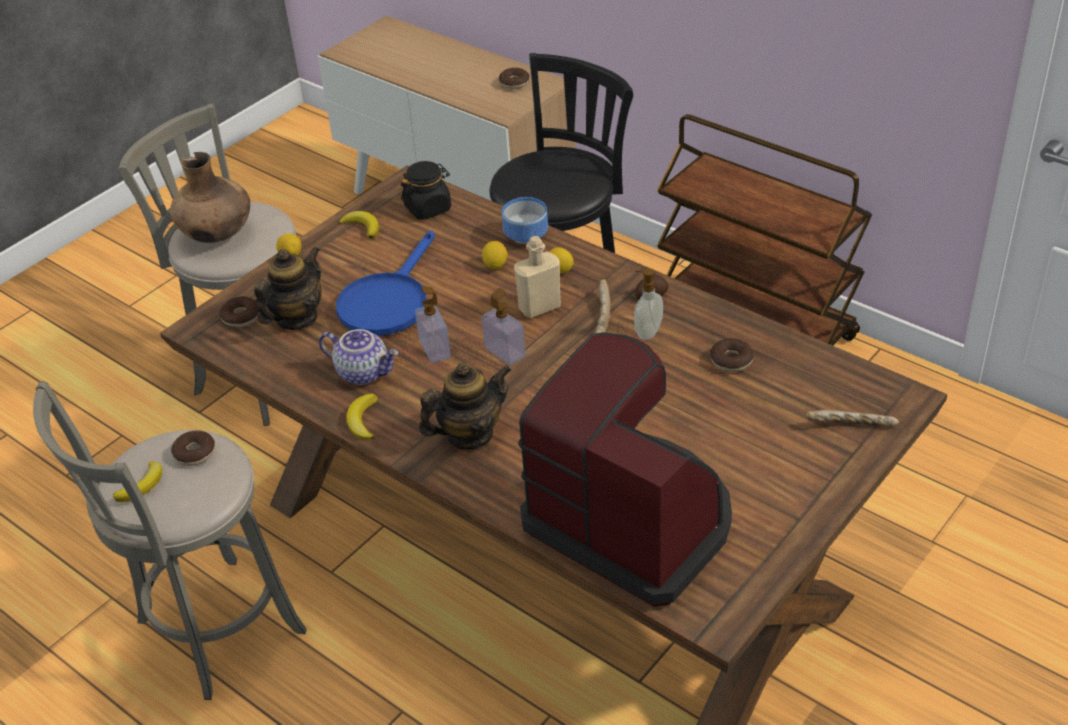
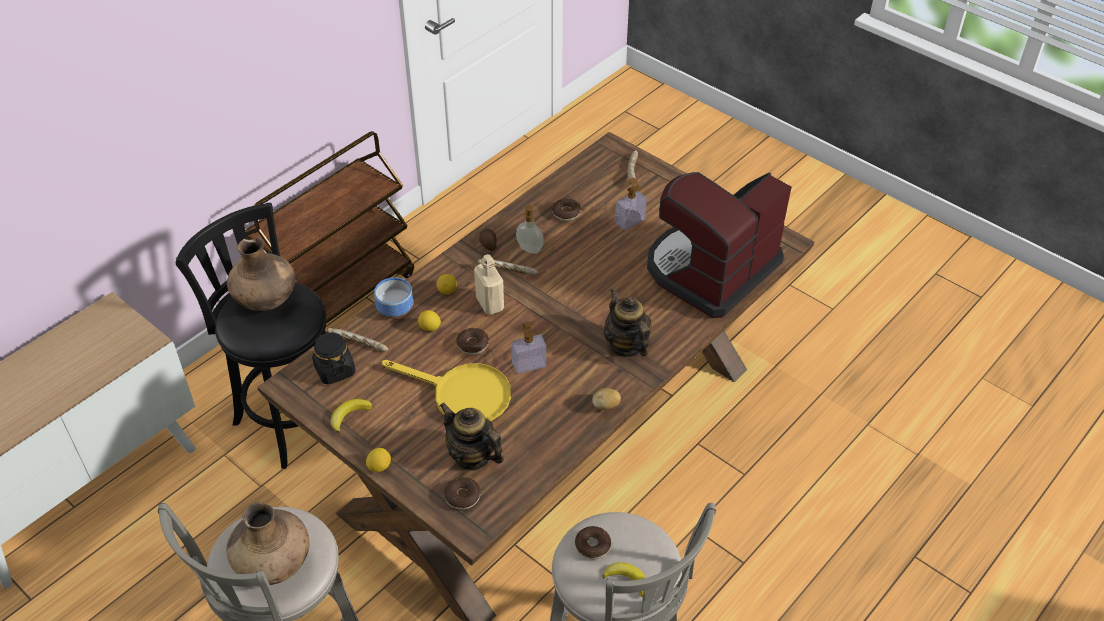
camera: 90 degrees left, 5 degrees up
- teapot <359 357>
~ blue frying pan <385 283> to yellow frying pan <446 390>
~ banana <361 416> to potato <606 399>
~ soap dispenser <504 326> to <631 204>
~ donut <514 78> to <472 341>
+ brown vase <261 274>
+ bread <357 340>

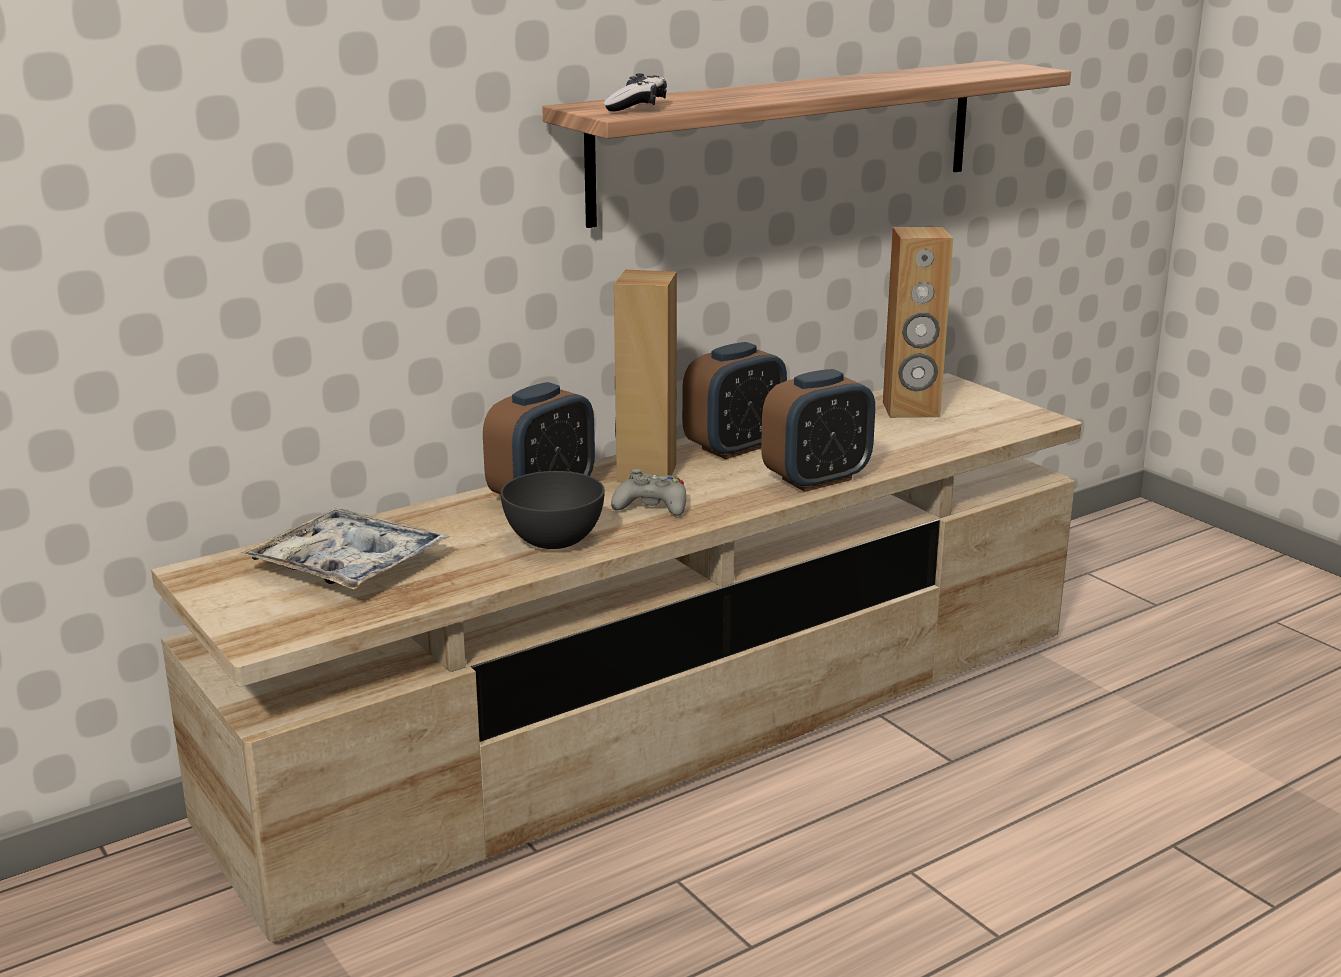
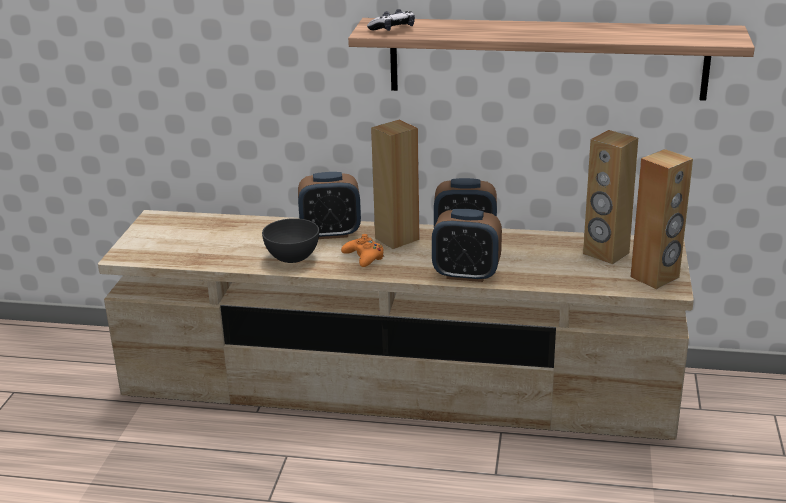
camera: 45 degrees right, 5 degrees up
- tray <344 549>
~ grey game controller <648 492> to orange game controller <362 250>
+ brown speaker <661 219>

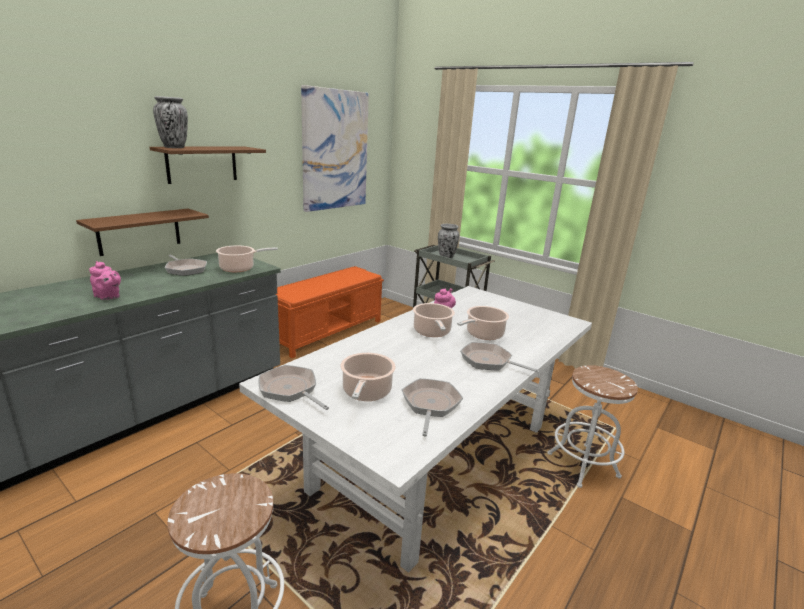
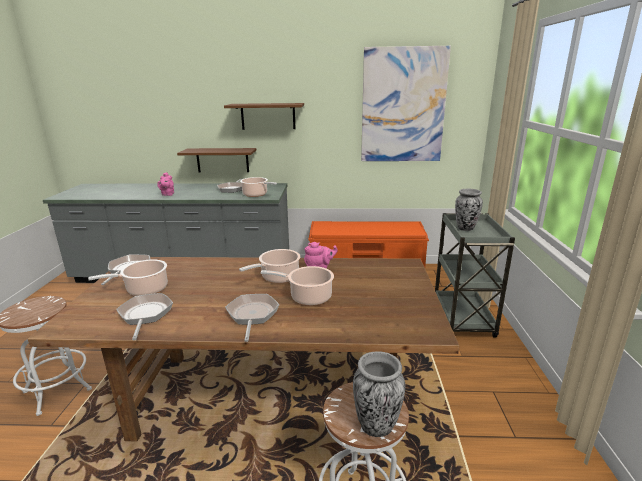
camera: 55 degrees right, 0 degrees up
~ vase <170 122> to <379 394>
~ white dining table <415 429> to brown dining table <243 349>
~ frying pan <432 407> = <144 316> 75 degrees counterclockwise

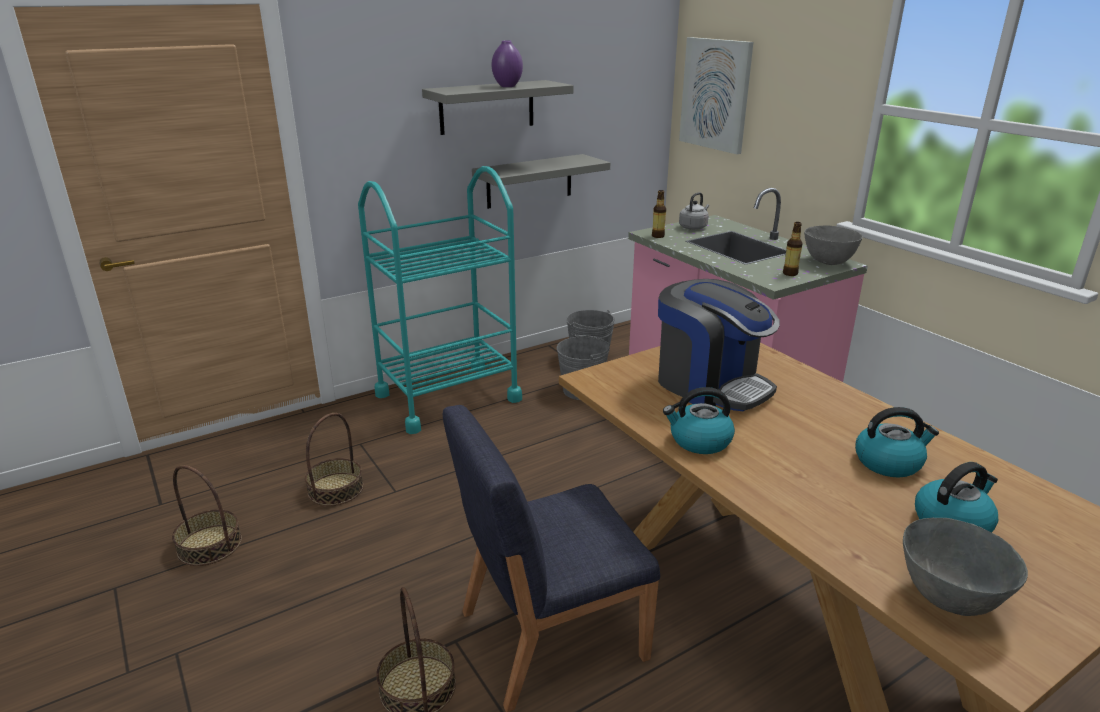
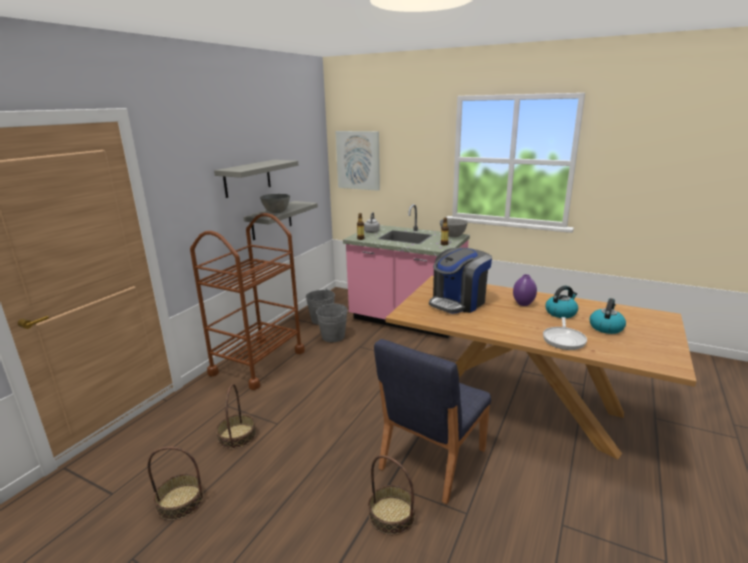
camera: 30 degrees left, 5 degrees down
~ turquoise cart <440 300> to brown cart <247 301>
~ purple vase <507 63> to <525 290>
~ coffee machine <719 345> = <460 281> 120 degrees clockwise
- kettle <699 420>
~ grey bowl <965 567> to <275 203>
+ frying pan <565 333>

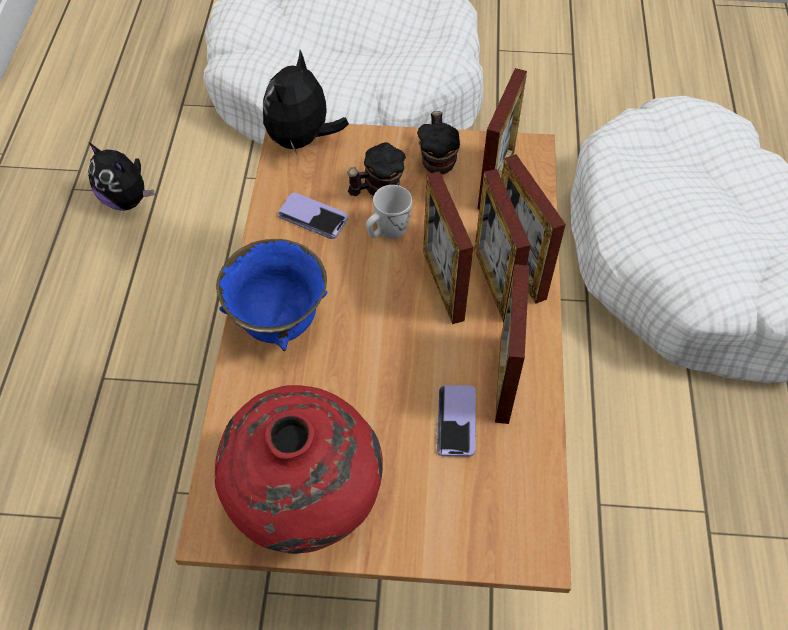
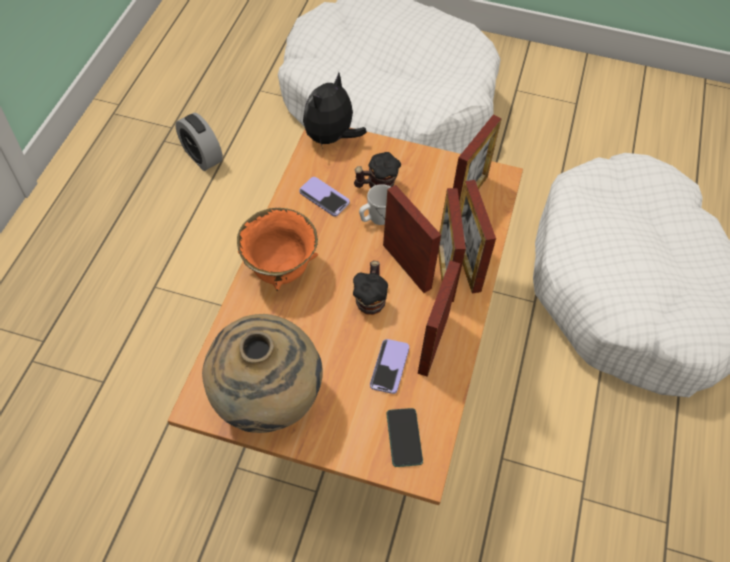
camera: 10 degrees right, 0 degrees up
~ plush toy <121 176> to alarm clock <199 142>
~ red vase <299 469> to beige vase <262 373>
~ blue bowl <271 295> to orange bowl <277 249>
~ mug <438 143> to <370 288>
~ picture frame <448 247> = <412 239> 150 degrees clockwise
+ phone <405 437>

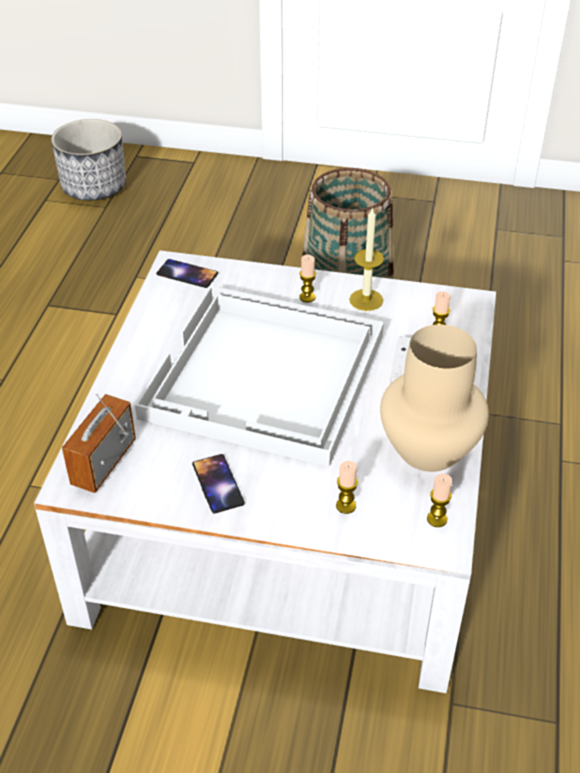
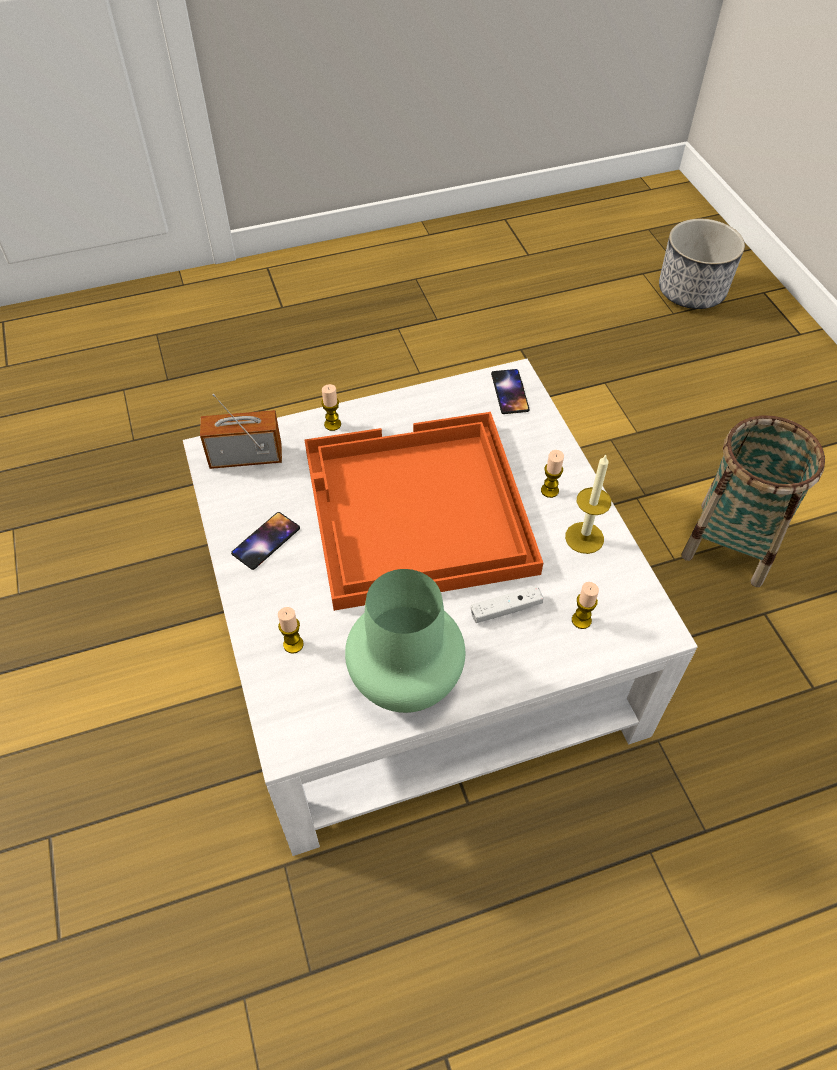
camera: 60 degrees right, 10 degrees up
~ white tray <259 376> to orange tray <424 511>
~ beige vase <434 398> to green vase <405 641>
~ candle <439 500> to <331 407>

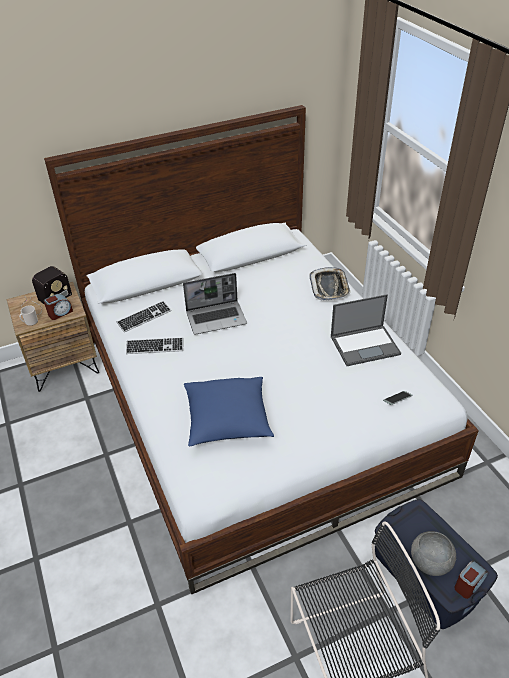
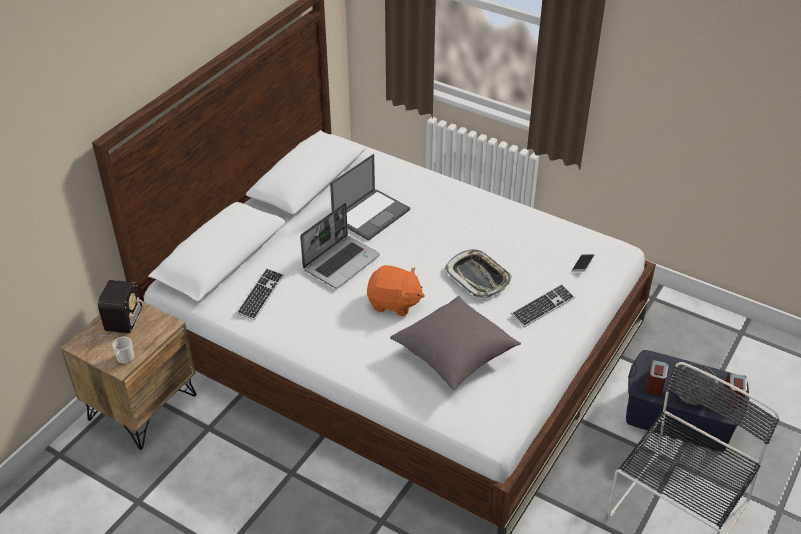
camera: 35 degrees left, 0 degrees up
~ alarm clock <58 307> to <657 377>
~ keyboard <154 345> to <543 305>
~ blue pillow <229 411> to grey pillow <455 343>
~ tray <330 283> to <478 273>
~ laptop <366 330> to <370 197>
+ orange plush toy <396 290>

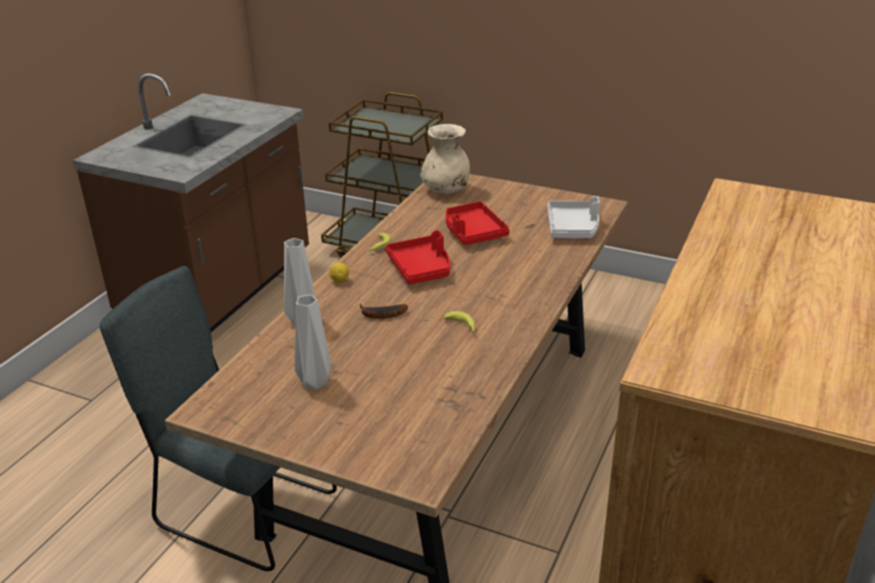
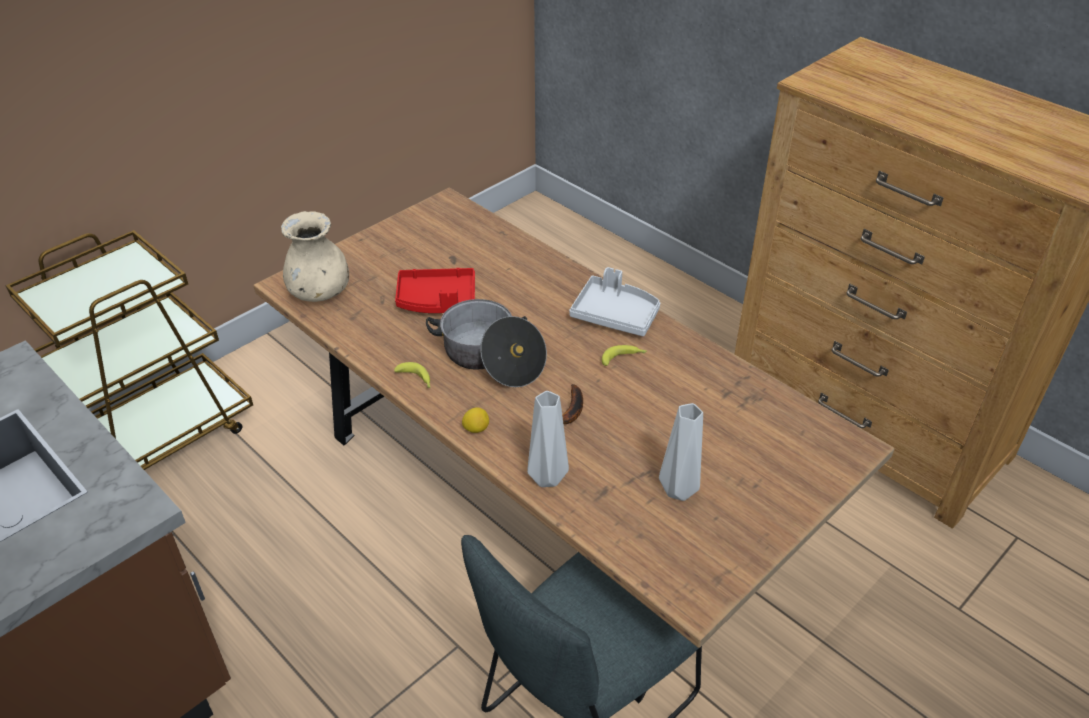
camera: 70 degrees left, 10 degrees up
~ red tray <417 257> to cooking pot <486 343>
~ grey tray <573 217> to <614 301>

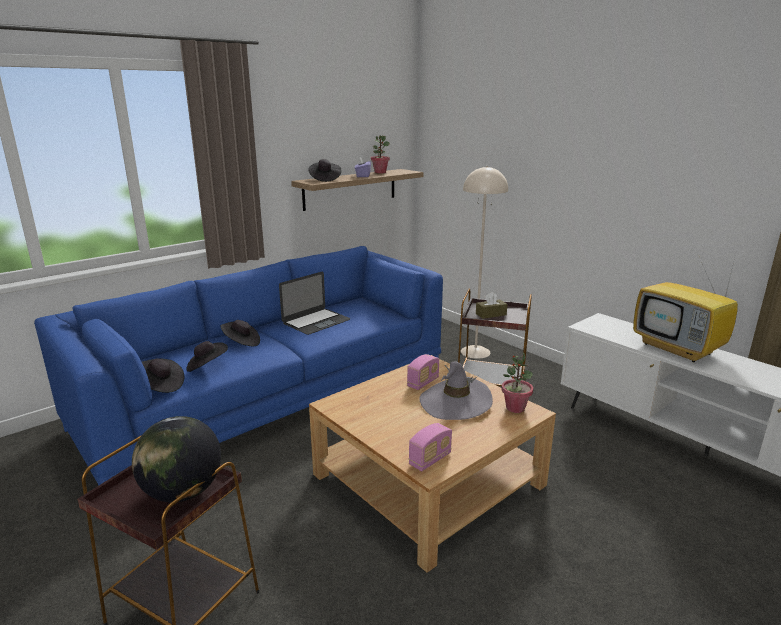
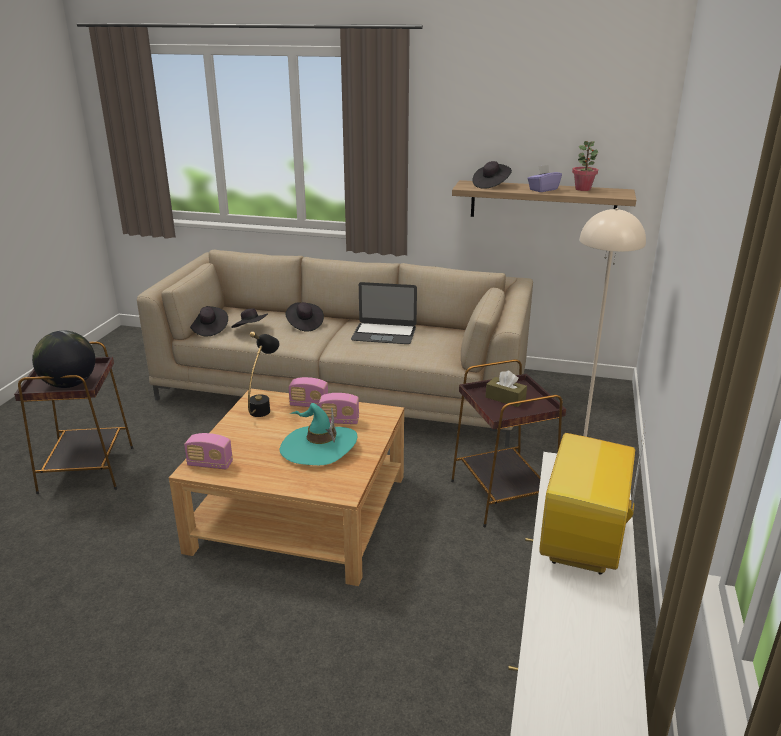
camera: 55 degrees right, 5 degrees up
~ blue sofa <238 365> to beige sofa <335 348>
~ grey hat <456 390> to turquoise hat <318 434>
- potted plant <517 383>
+ black table lamp <264 374>
+ radio <308 392>

